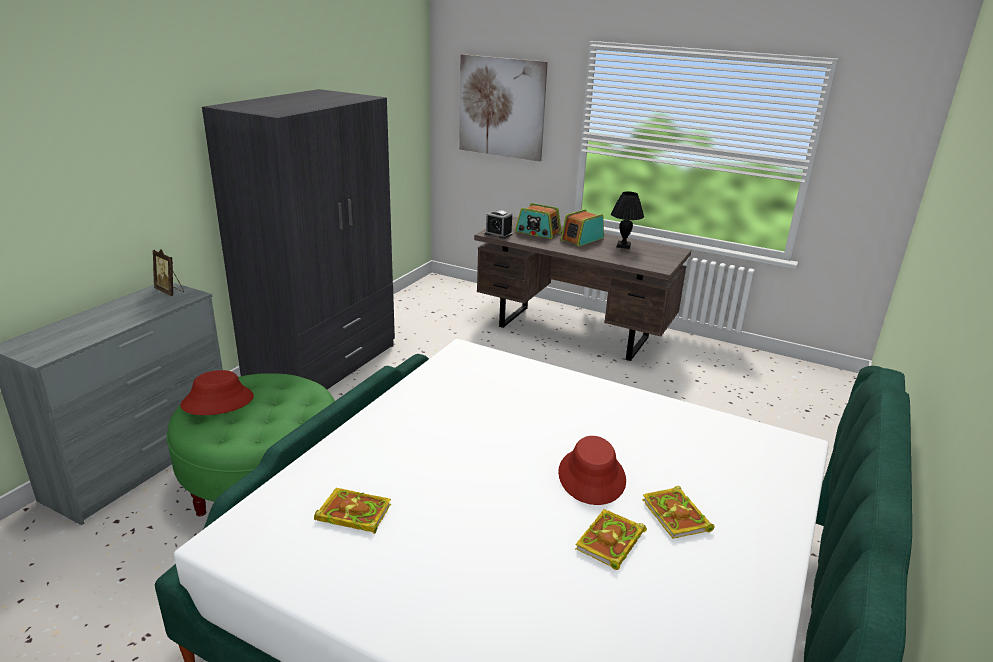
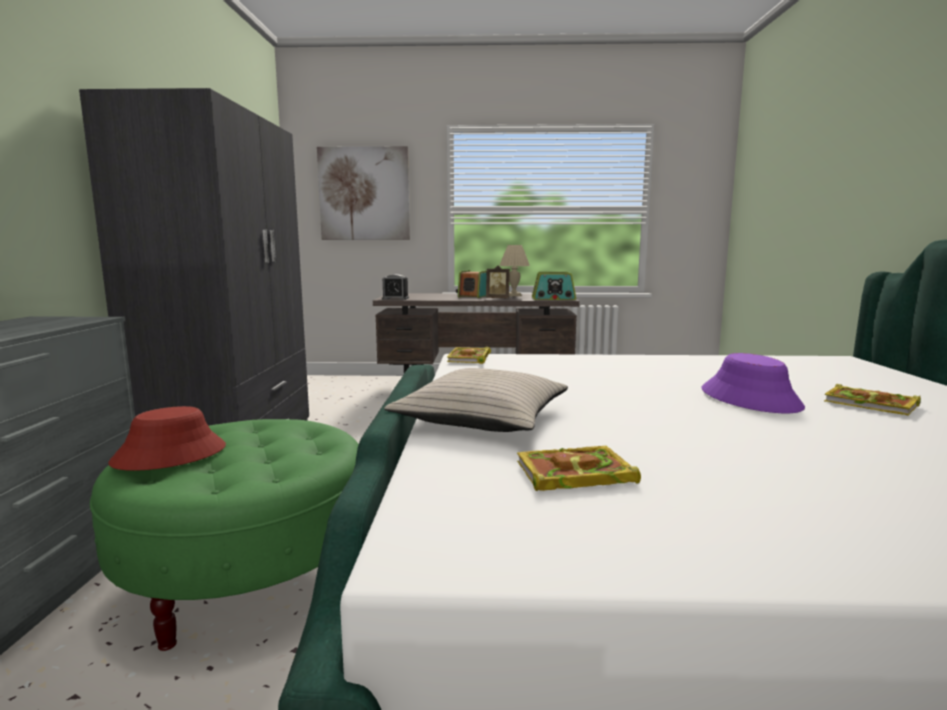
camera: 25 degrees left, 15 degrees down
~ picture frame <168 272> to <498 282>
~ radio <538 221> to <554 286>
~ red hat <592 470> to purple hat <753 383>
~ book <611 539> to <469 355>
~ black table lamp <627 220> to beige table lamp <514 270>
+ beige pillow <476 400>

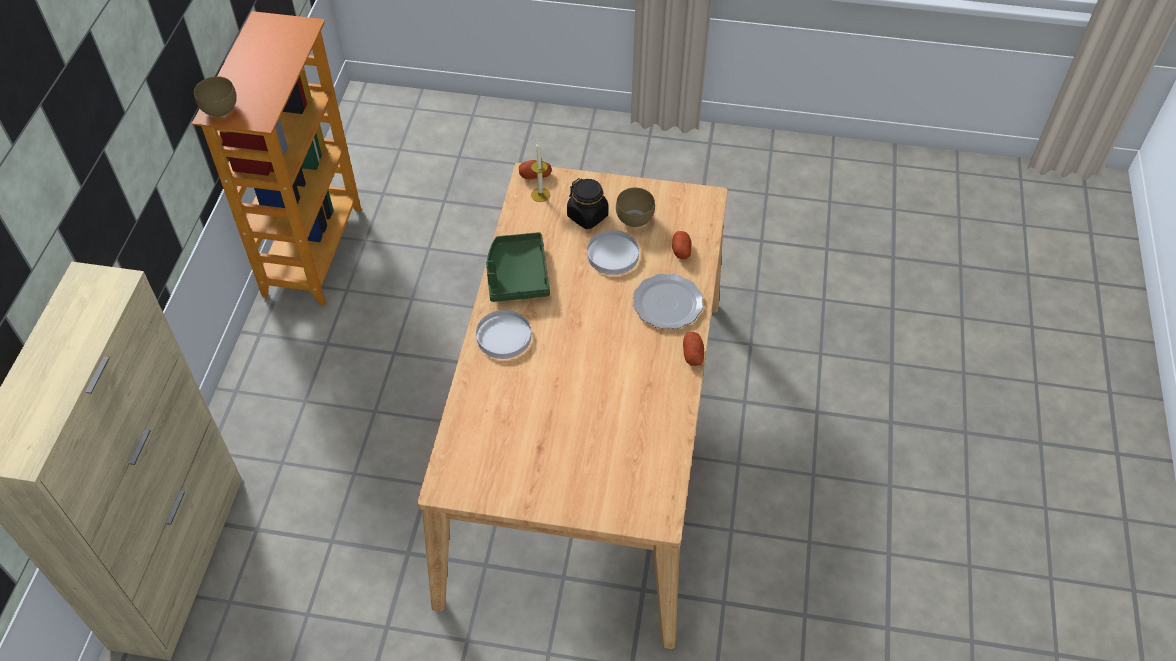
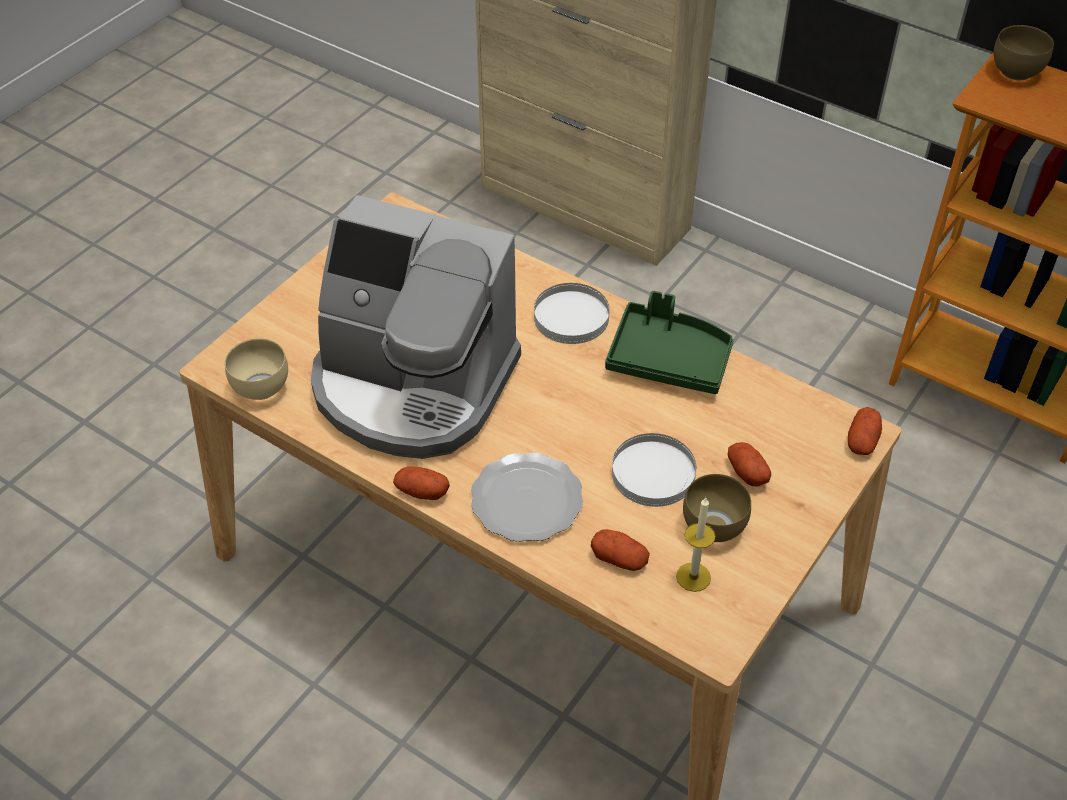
camera: 115 degrees right, 5 degrees down
~ candle <540 172> to <695 545>
~ black jar <588 203> to potato <749 464>
+ beige bowl <256 369>
+ coffee machine <416 327>

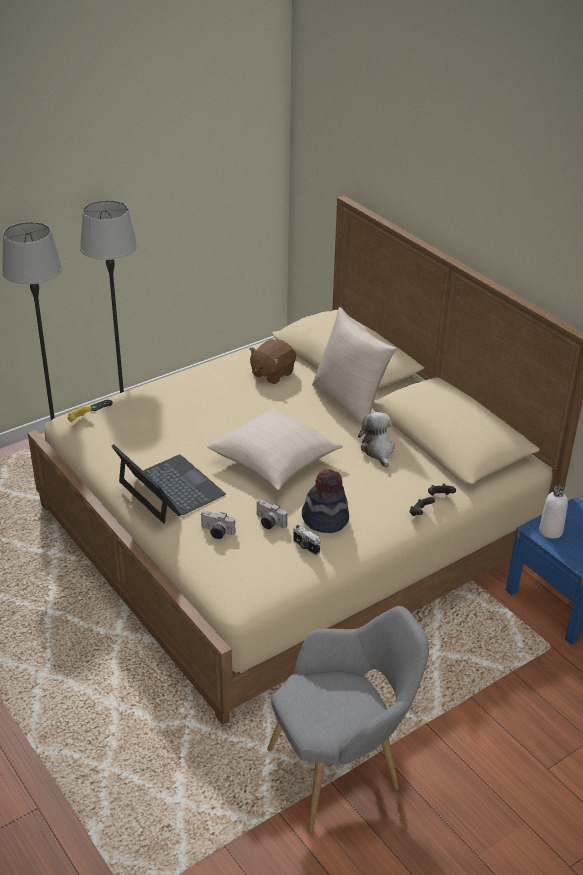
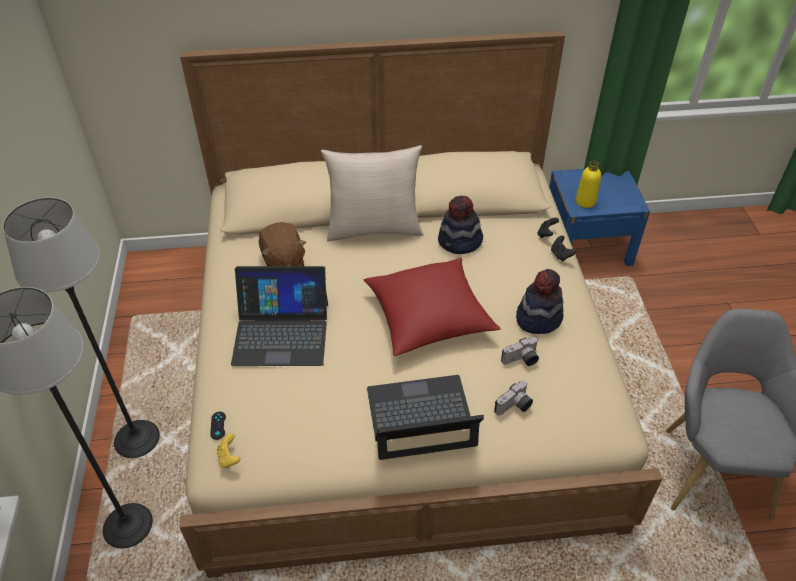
camera: 60 degrees left, 10 degrees up
~ beige pillow <275 448> to red pillow <432 306>
- photo camera <306 540>
~ plush toy <376 440> to hat <460 225>
~ white bottle <553 512> to yellow bottle <588 184>
+ laptop <279 316>

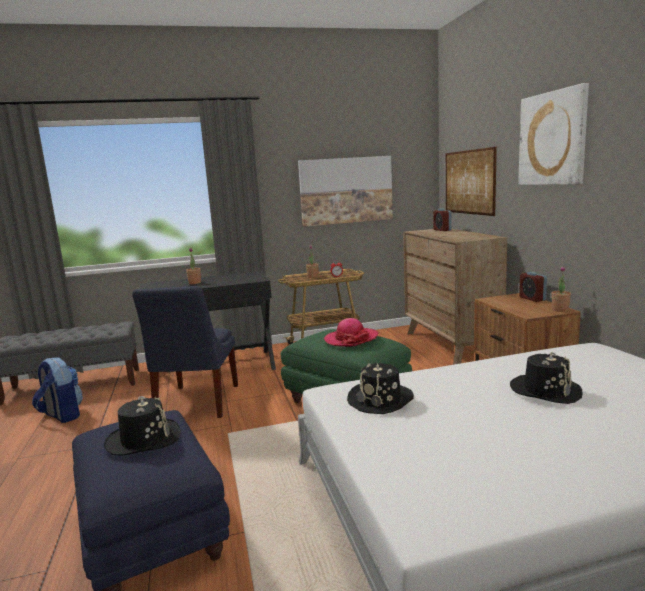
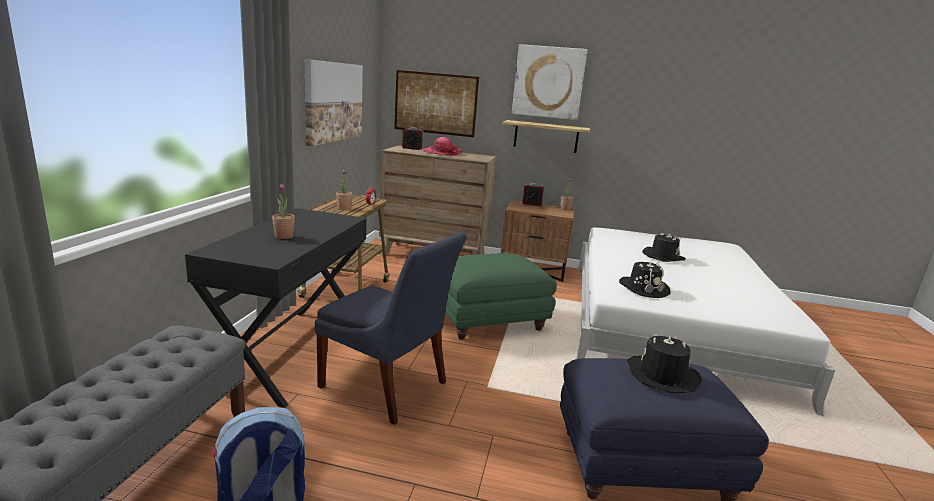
camera: 65 degrees left, 5 degrees up
~ hat <351 332> to <442 146>
+ shelf <546 136>

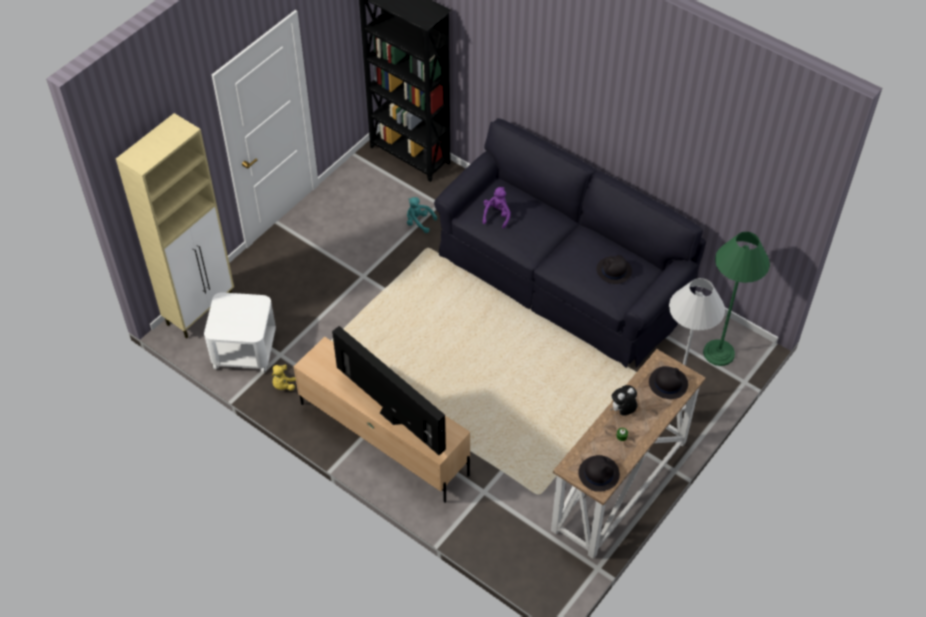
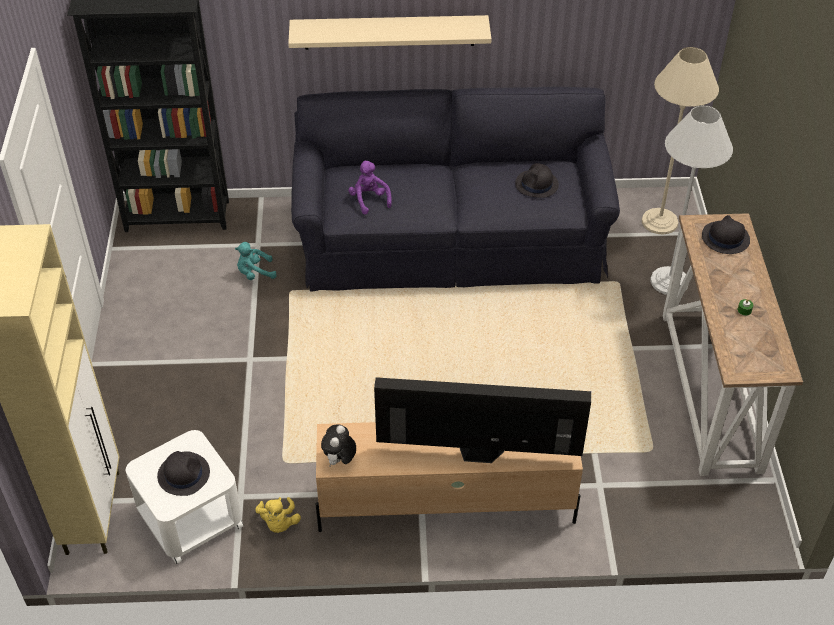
camera: 40 degrees left, 5 degrees down
~ black hat <599 473> to <183 473>
~ plush toy <624 400> to <338 445>
~ green floor lamp <736 299> to beige floor lamp <680 140>
+ beige shelf <389 32>

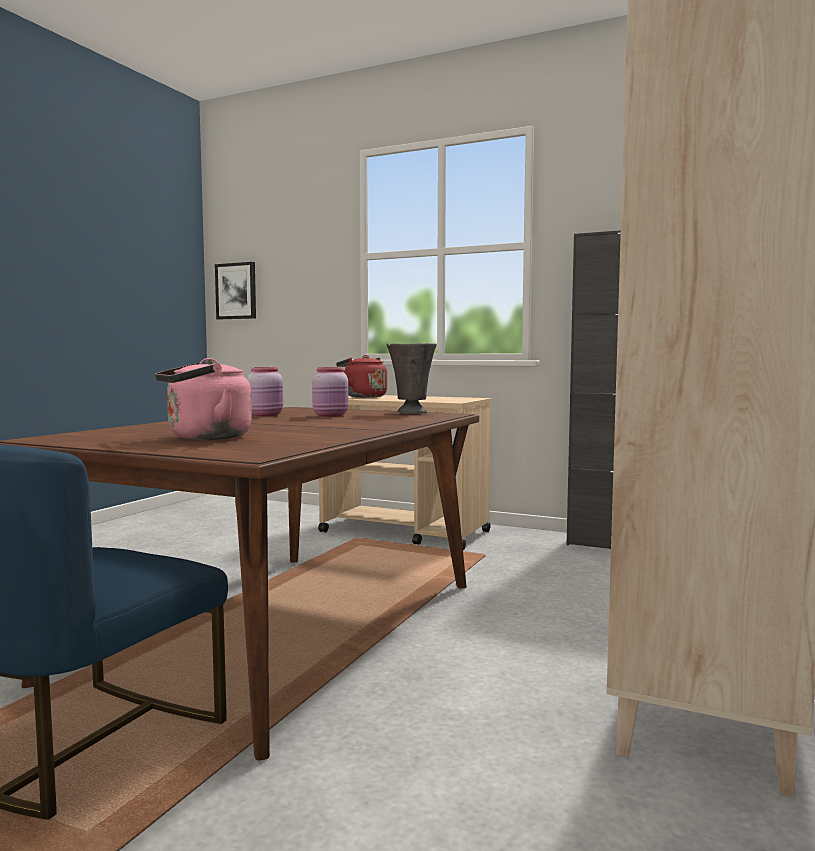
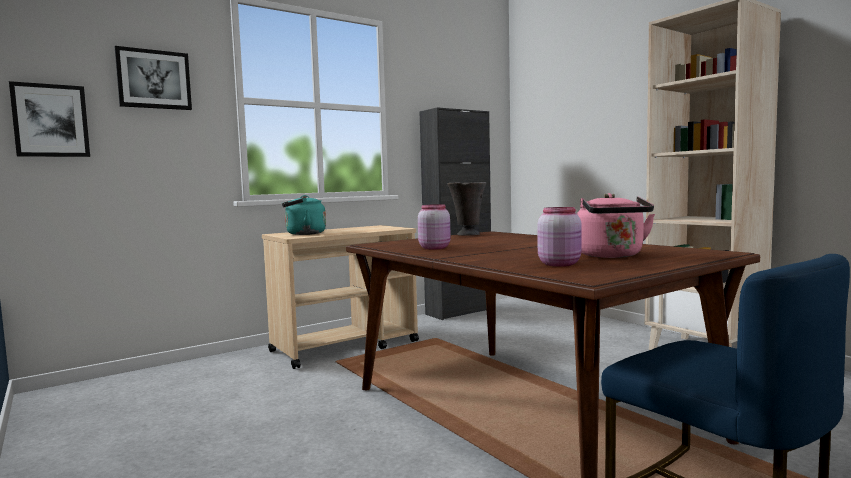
camera: 60 degrees left, 0 degrees up
~ pink jar <330 392> to <559 237>
~ red kettle <361 376> to turquoise kettle <304 215>
+ picture <153 78>

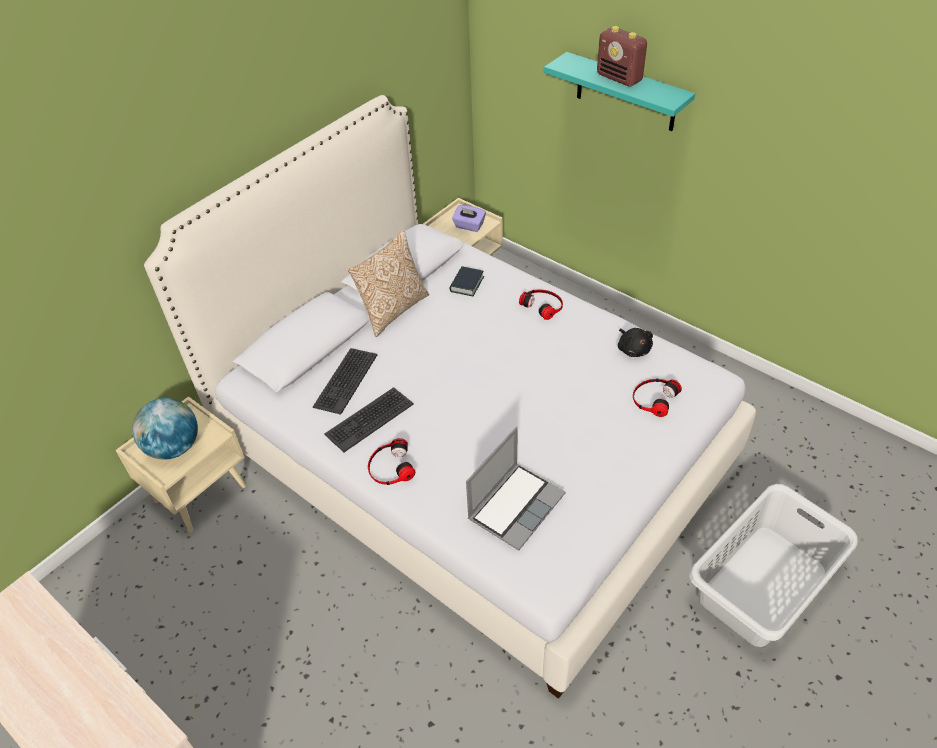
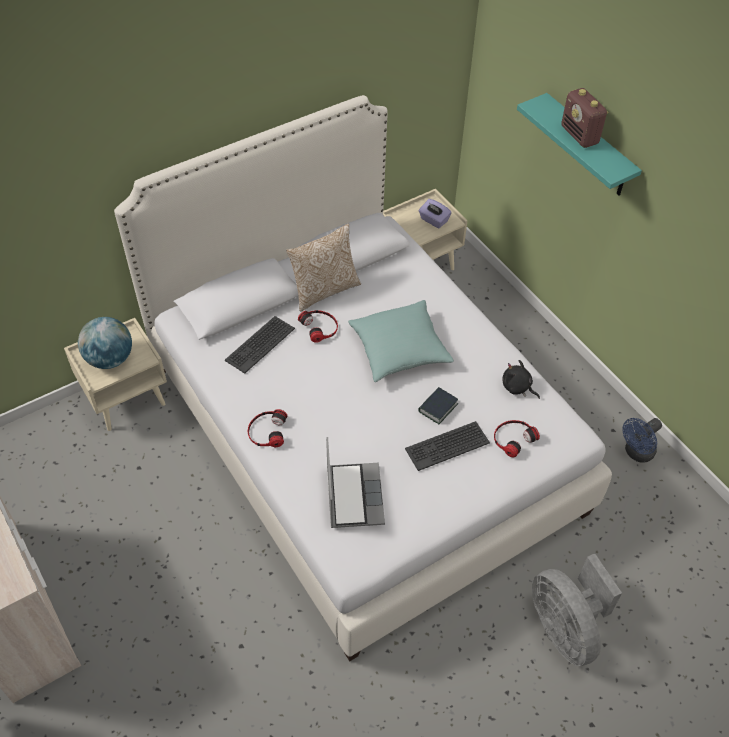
camera: 15 degrees right, 5 degrees up
~ keyboard <369 419> to <447 446>
~ book <467 281> to <438 405>
~ laptop <515 489> = <355 482> 60 degrees counterclockwise
~ headphones <541 304> to <318 326>
~ black plush toy <635 342> = <521 379> 135 degrees clockwise
~ grey laundry basket <773 565> to grey fan <577 609>
+ turquoise pillow <401 341>
+ blue fan <642 440>

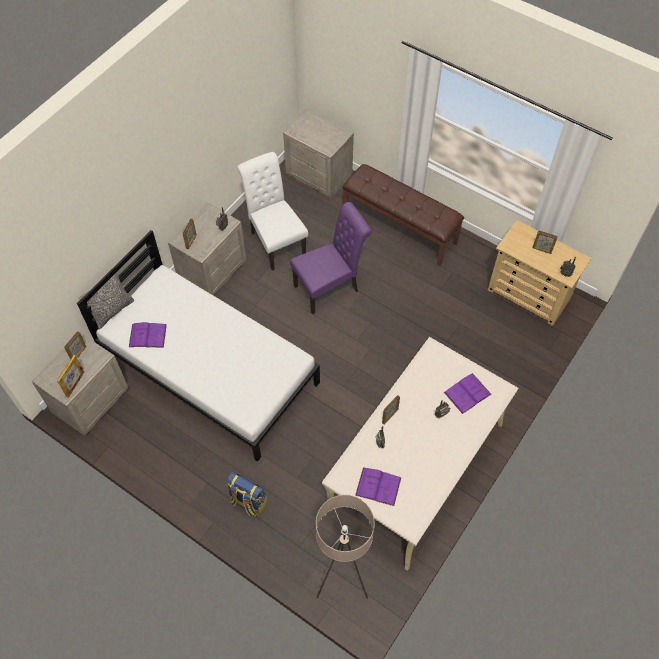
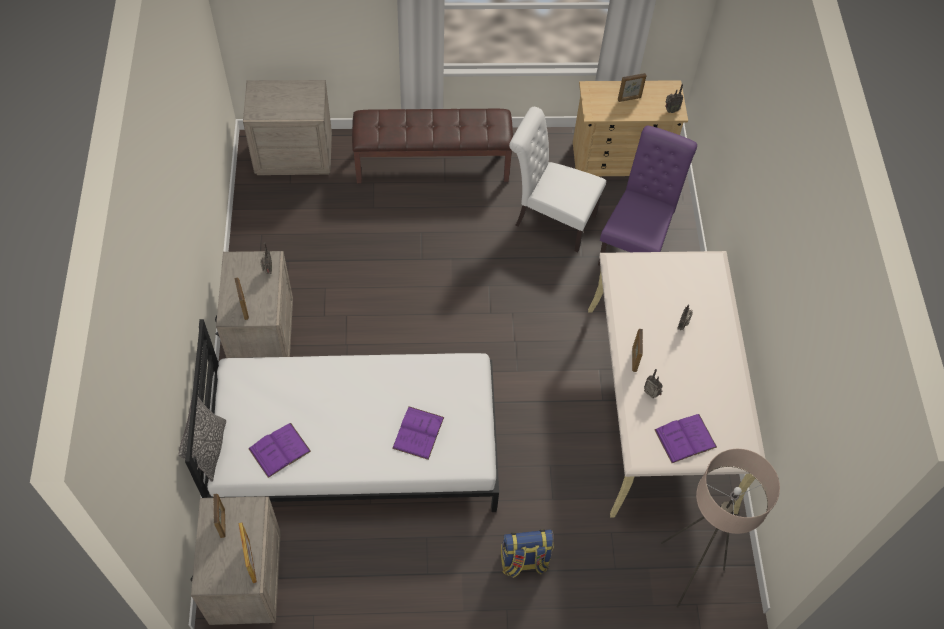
camera: 40 degrees left, 0 degrees up
~ white chair <272 211> to <557 179>
~ purple chair <331 258> to <647 196>
~ purple book <467 393> to <418 433>

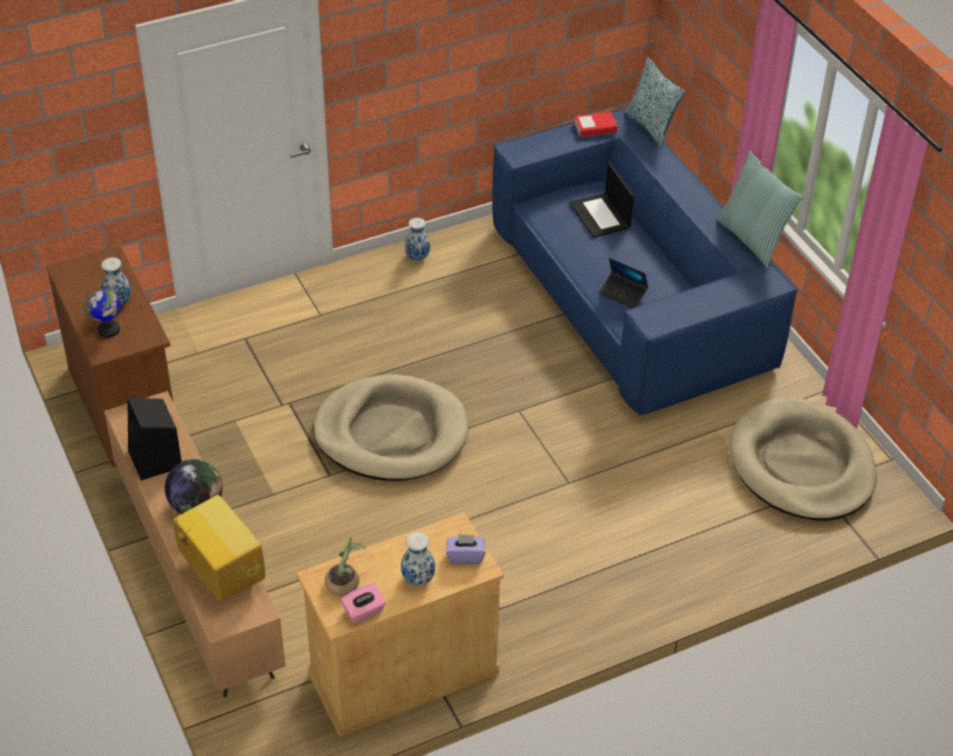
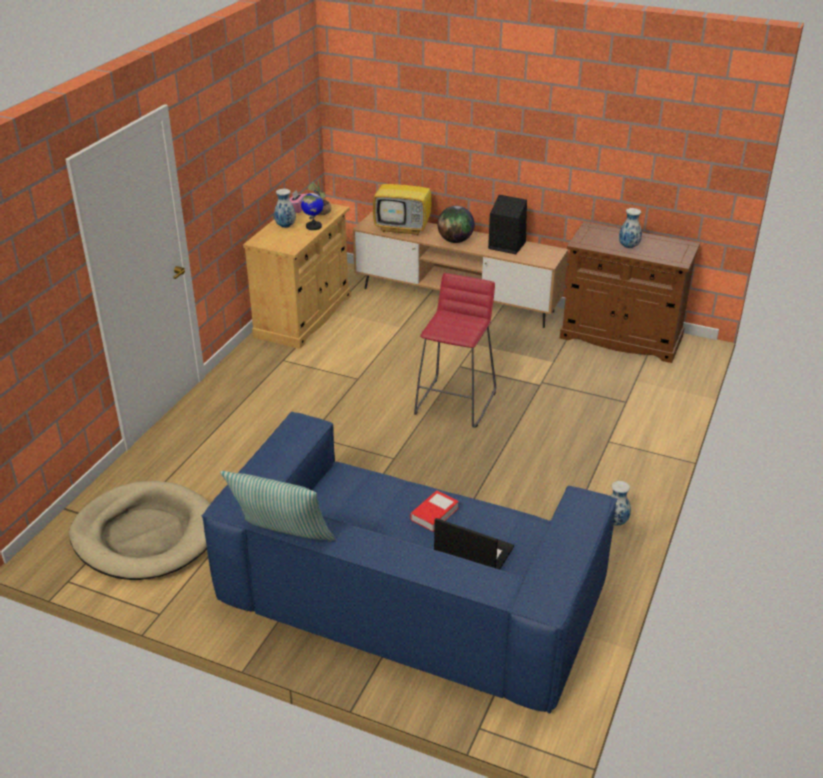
camera: 140 degrees right, 10 degrees down
~ globe <102 314> to <312 210>
~ beige dog bed <390 427> to red stool <455 350>
- purple tissue box <465 549>
~ book <596 124> to <434 511>
- laptop <623 283>
- pillow <655 102>

